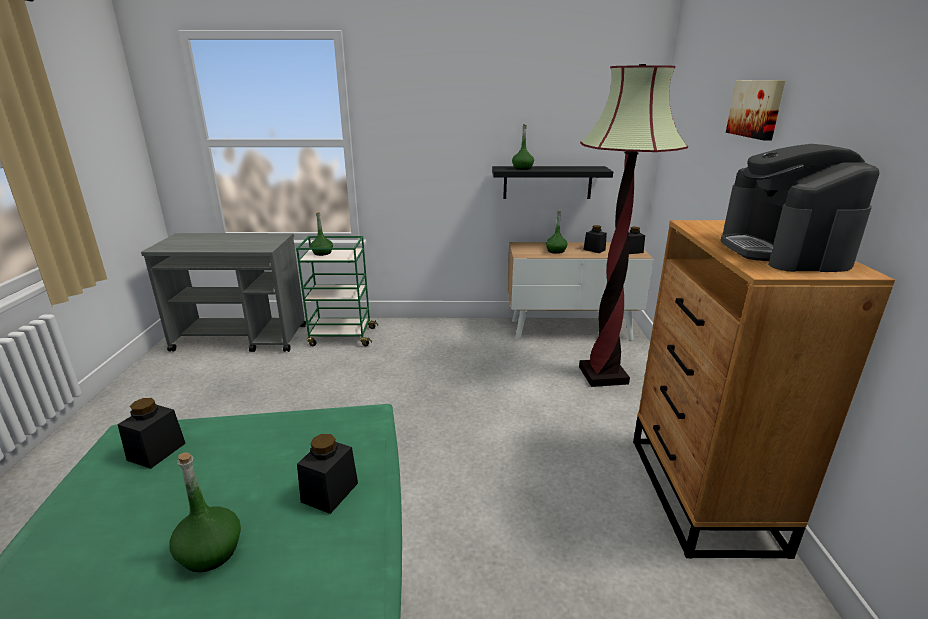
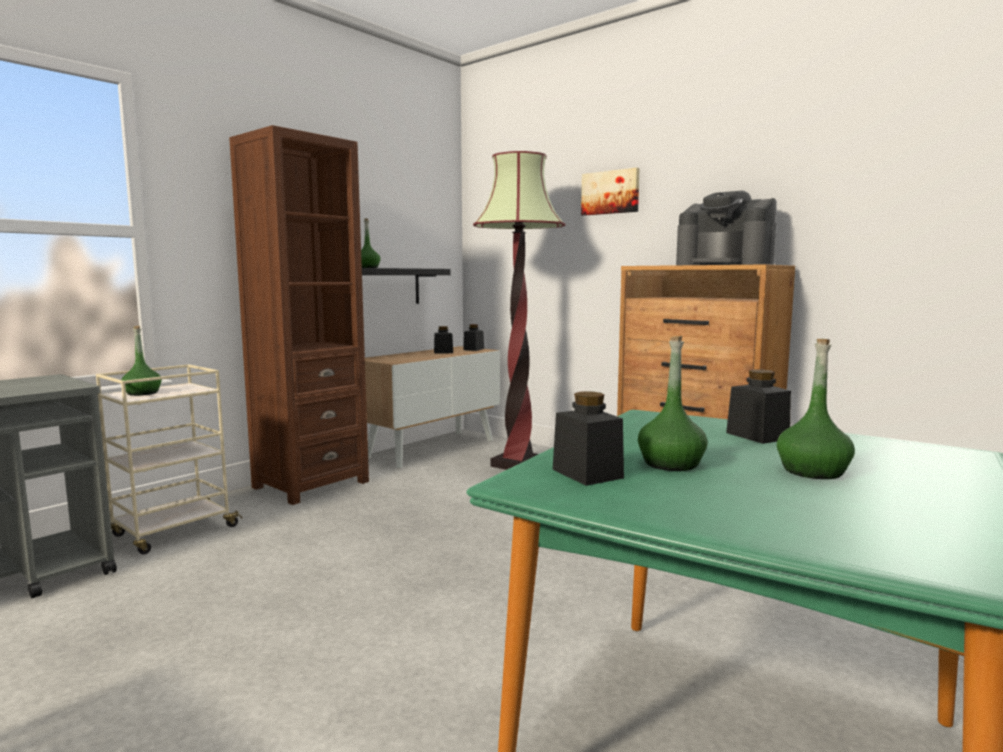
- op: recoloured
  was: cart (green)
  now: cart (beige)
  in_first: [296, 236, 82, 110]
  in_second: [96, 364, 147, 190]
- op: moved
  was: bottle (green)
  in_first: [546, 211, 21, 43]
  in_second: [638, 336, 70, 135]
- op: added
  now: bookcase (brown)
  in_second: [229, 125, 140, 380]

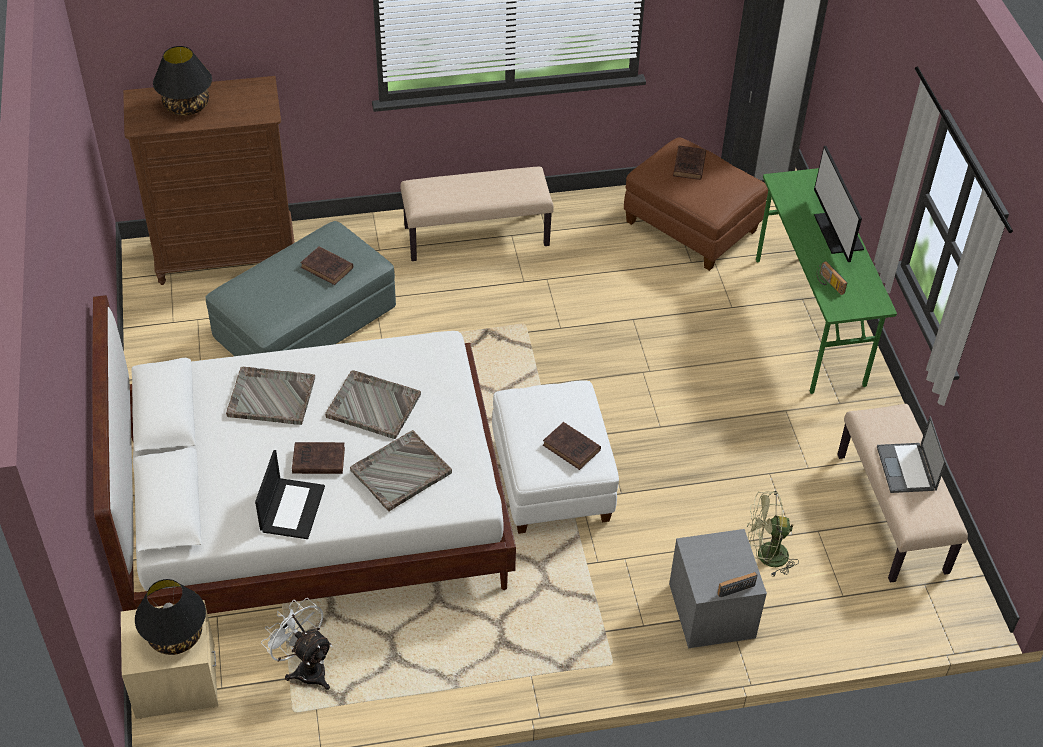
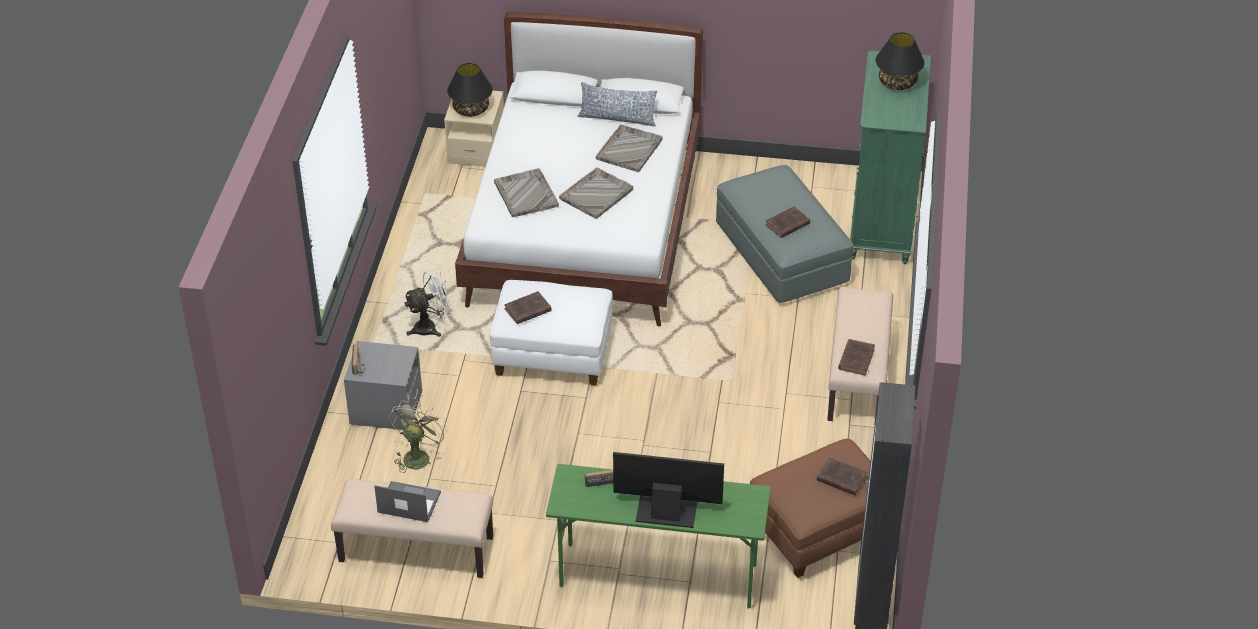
- op: recoloured
  was: dresser (brown)
  now: dresser (green)
  in_first: [123, 76, 172, 209]
  in_second: [850, 51, 81, 213]
- op: removed
  was: laptop
  in_first: [255, 450, 70, 89]
- op: moved
  was: fan (white)
  in_first: [261, 598, 71, 92]
  in_second: [404, 269, 49, 68]
- op: moved
  was: book (brown)
  in_first: [292, 442, 53, 32]
  in_second: [838, 339, 37, 36]
- op: added
  now: pillow
  in_second: [577, 82, 80, 44]

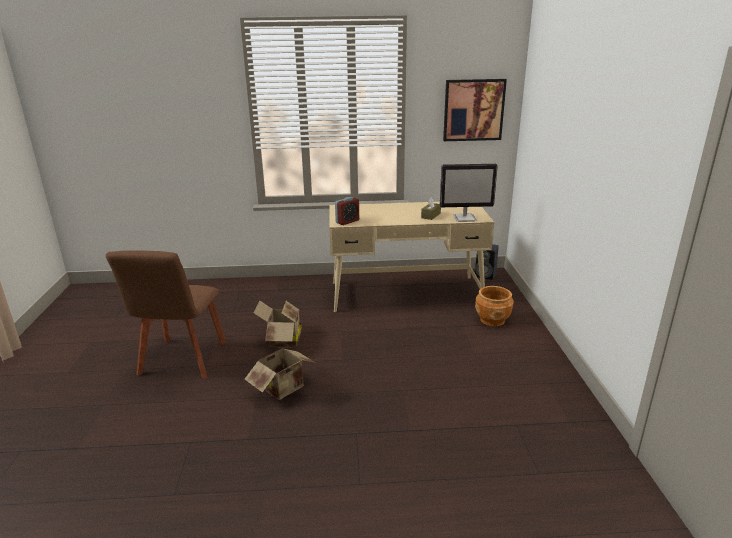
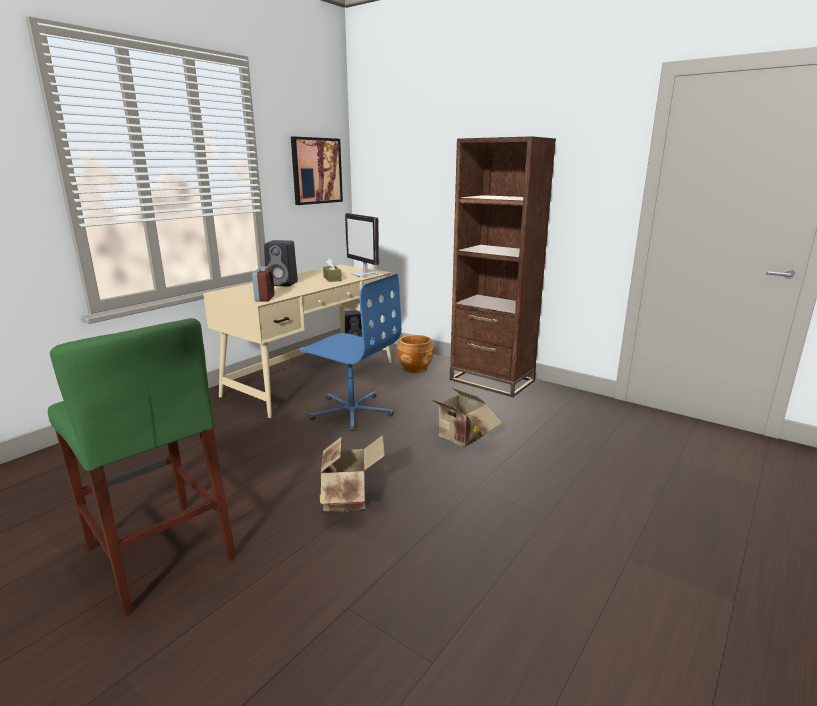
- op: replaced
  was: chair (brown)
  now: stool (green)
  in_first: [106, 250, 120, 129]
  in_second: [48, 318, 188, 298]
- op: moved
  was: cardboard box
  in_first: [254, 300, 48, 48]
  in_second: [429, 388, 73, 59]
- op: turned
  was: monitor
  in_first: [440, 164, 58, 58]
  in_second: [345, 213, 34, 64]
  clockwise: 105
- op: added
  now: speaker (black)
  in_second: [264, 240, 34, 46]
- op: added
  now: office chair (blue)
  in_second: [299, 274, 102, 158]
- op: added
  now: bookcase (brown)
  in_second: [450, 136, 106, 261]

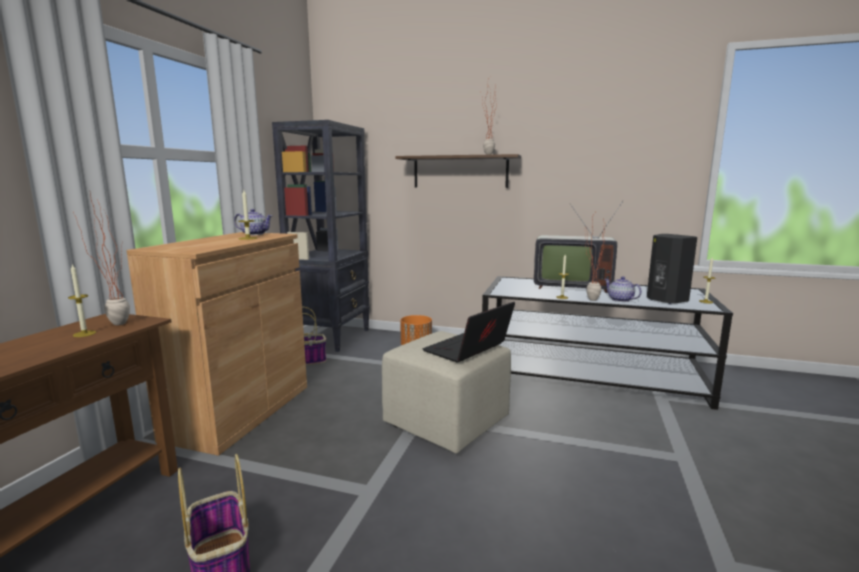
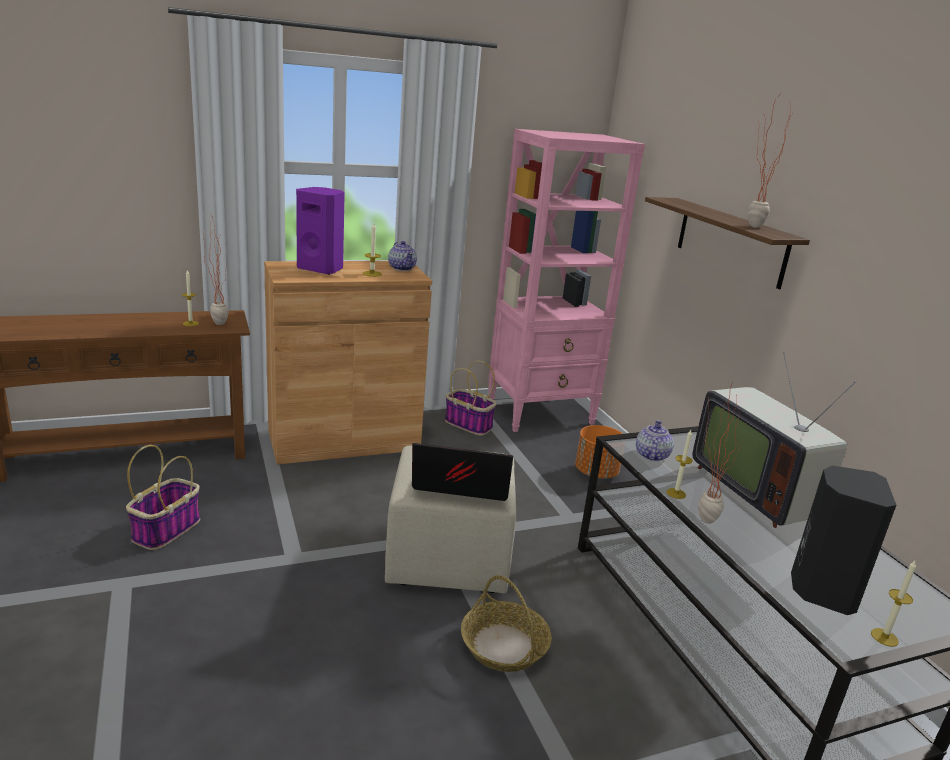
- op: recoloured
  was: bookcase (black)
  now: bookcase (pink)
  in_first: [272, 120, 98, 232]
  in_second: [488, 129, 157, 303]
- op: moved
  was: teapot
  in_first: [604, 276, 38, 26]
  in_second: [636, 420, 38, 41]
- op: added
  now: speaker (purple)
  in_second: [296, 187, 49, 88]
- op: added
  now: basket
  in_second: [461, 575, 91, 97]

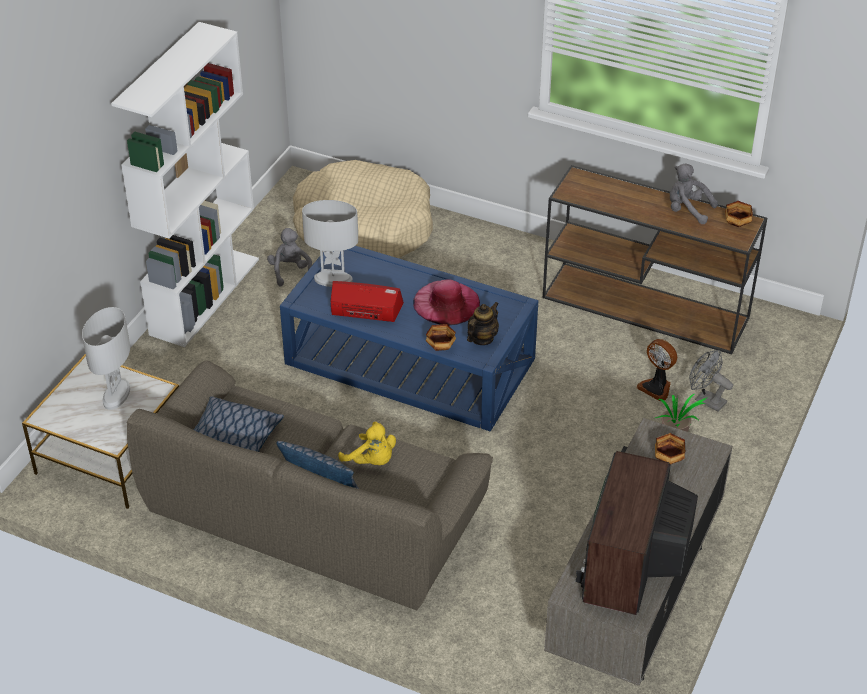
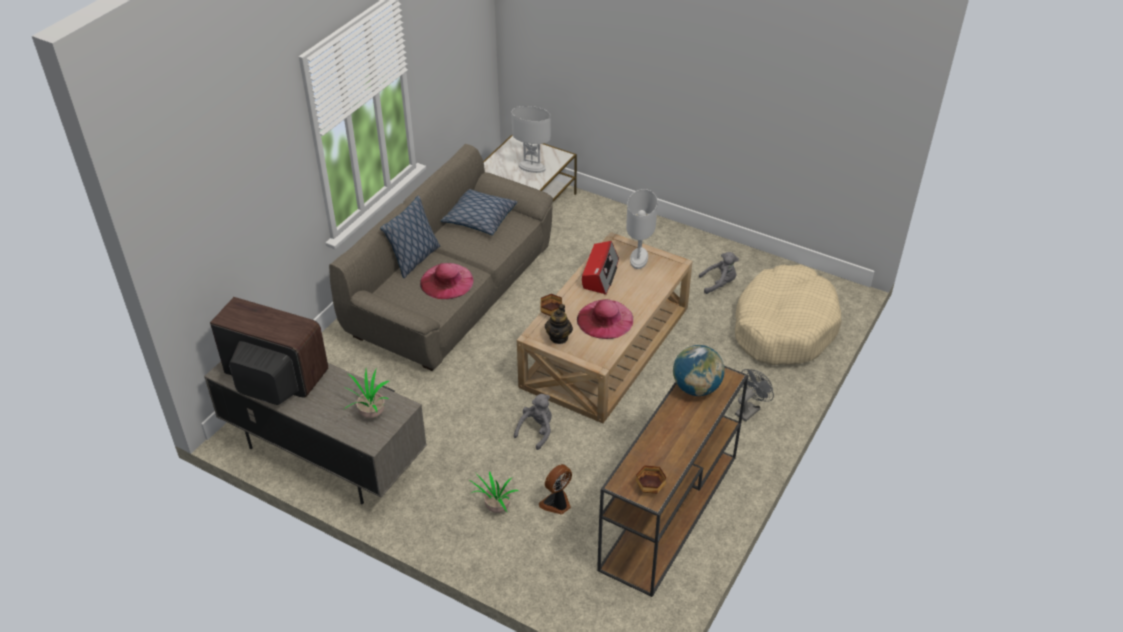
- op: removed
  was: bookcase (white)
  in_first: [111, 22, 148, 325]
- op: recoloured
  was: coffee table (blue)
  now: coffee table (beige)
  in_first: [280, 246, 258, 185]
  in_second: [517, 232, 175, 191]
- op: replaced
  was: plush toy (yellow)
  now: hat (pink)
  in_first: [338, 422, 58, 43]
  in_second: [420, 263, 54, 36]
- op: turned
  was: teapot
  in_first: [467, 302, 32, 43]
  in_second: [545, 304, 28, 40]
  clockwise: 60
- op: replaced
  was: bowl
  now: potted plant
  in_first: [655, 433, 30, 32]
  in_second: [343, 370, 47, 49]
- op: moved
  was: plush toy (grey)
  in_first: [670, 163, 48, 61]
  in_second: [514, 394, 38, 56]
- op: moved
  was: fan (grey)
  in_first: [689, 350, 44, 62]
  in_second: [735, 369, 39, 53]
- op: added
  now: globe
  in_second: [673, 345, 51, 51]

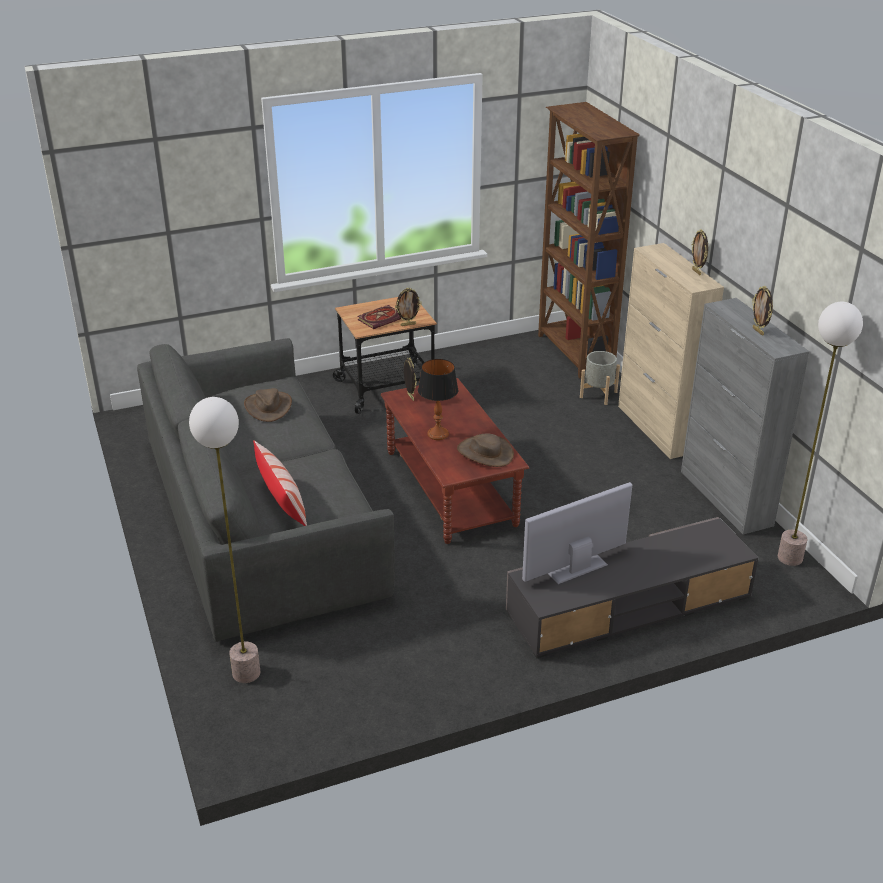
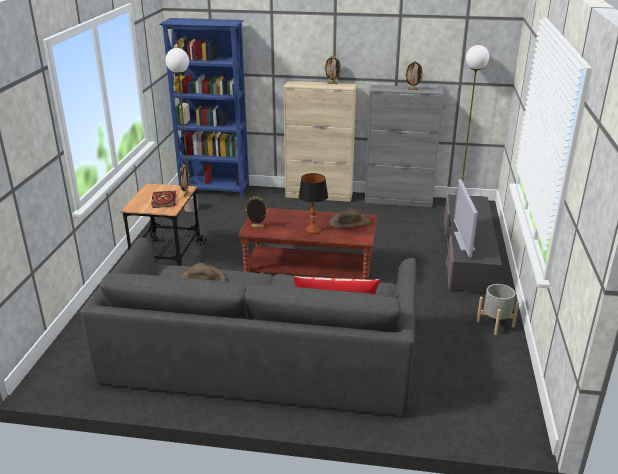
- op: moved
  was: floor lamp
  in_first: [189, 397, 71, 286]
  in_second: [166, 48, 32, 164]
- op: recoloured
  was: bookcase (brown)
  now: bookcase (blue)
  in_first: [538, 102, 102, 276]
  in_second: [159, 18, 90, 180]
- op: moved
  was: planter (grey)
  in_first: [580, 351, 40, 54]
  in_second: [476, 284, 43, 51]

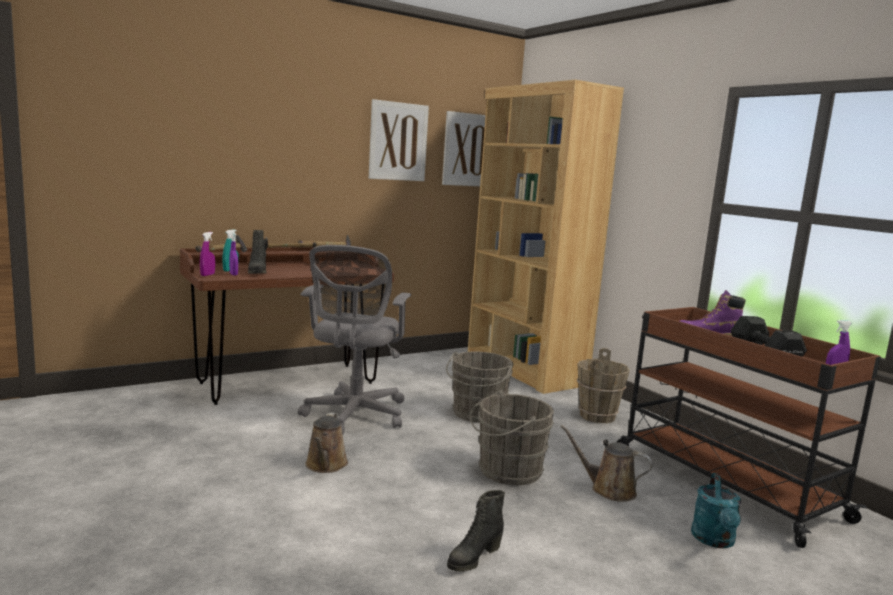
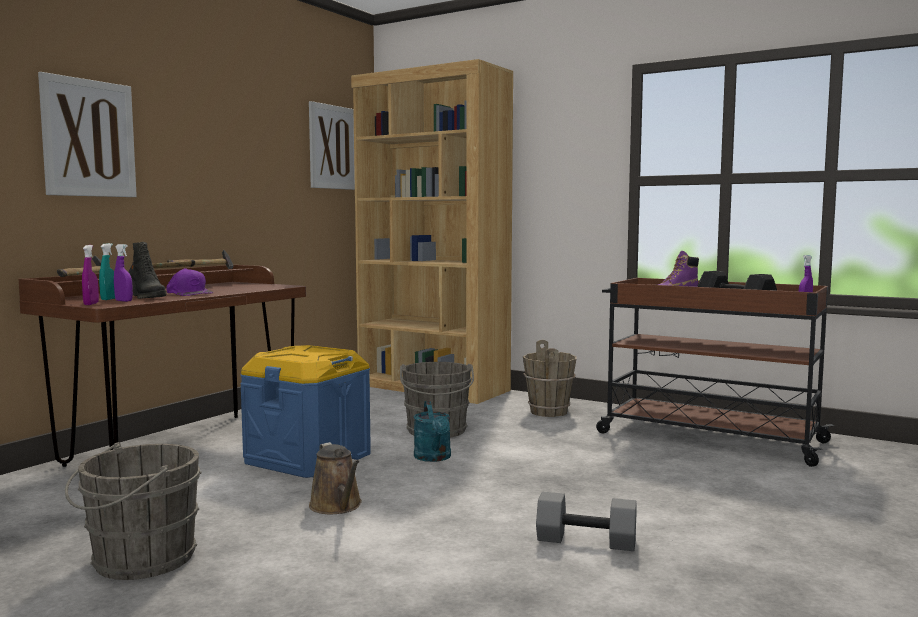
- op: replaced
  was: office chair (grey)
  now: storage box (blue)
  in_first: [298, 245, 113, 189]
  in_second: [241, 345, 130, 133]
- op: moved
  was: picture
  in_first: [369, 99, 60, 82]
  in_second: [38, 72, 99, 125]
- op: replaced
  was: boot (black)
  now: dumbbell (grey)
  in_first: [447, 490, 58, 82]
  in_second: [536, 492, 101, 59]
- op: moved
  was: bucket (grey)
  in_first: [470, 390, 84, 95]
  in_second: [65, 442, 137, 138]
- op: removed
  was: watering can (brown)
  in_first: [560, 424, 93, 78]
- op: moved
  was: watering can (turquoise)
  in_first: [691, 473, 50, 75]
  in_second: [414, 401, 37, 61]
- op: added
  now: cap (purple)
  in_second: [166, 268, 48, 28]

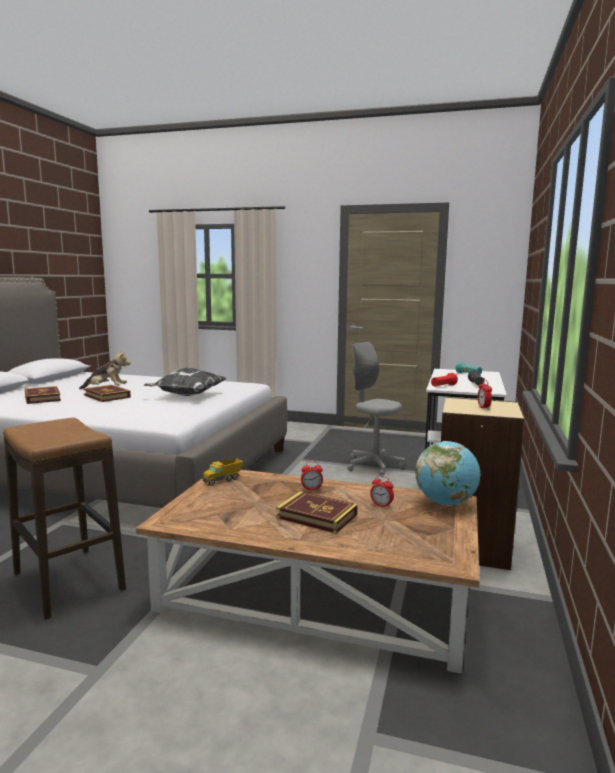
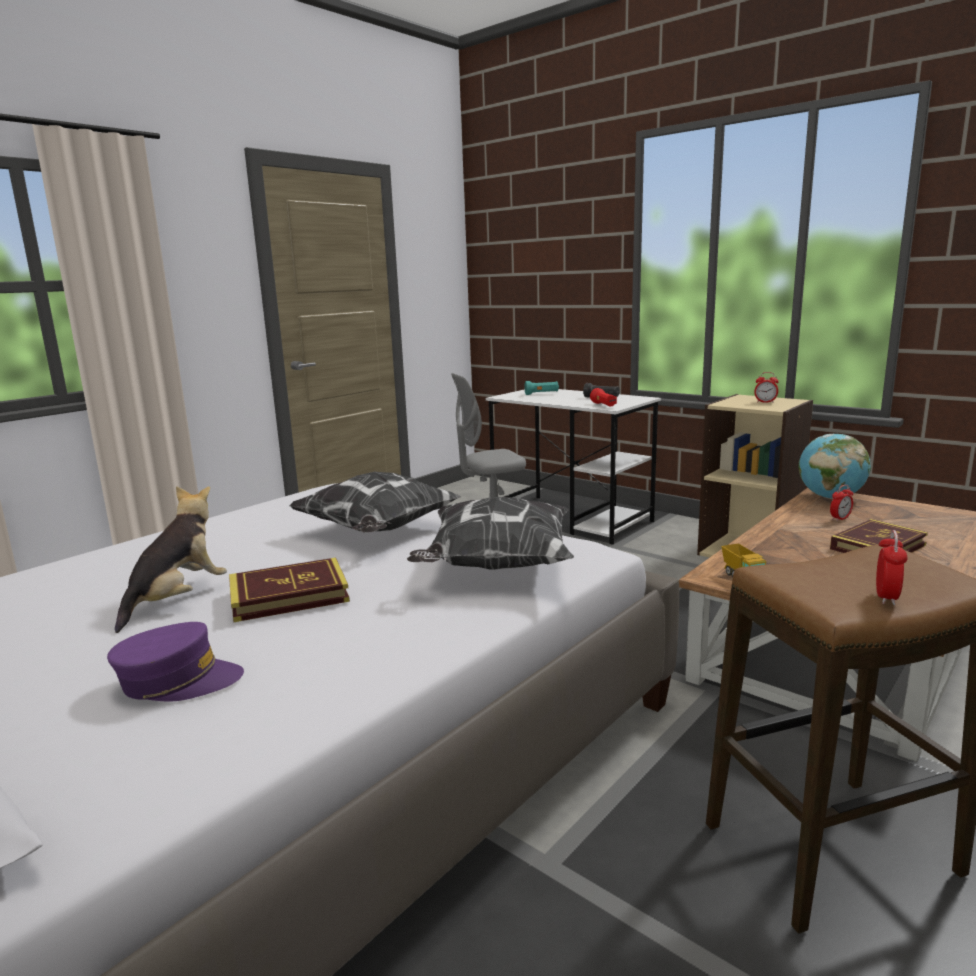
- op: replaced
  was: book
  now: cap (purple)
  in_first: [25, 386, 36, 18]
  in_second: [107, 622, 137, 80]
- op: moved
  was: alarm clock
  in_first: [301, 461, 22, 29]
  in_second: [876, 530, 31, 75]
- op: added
  now: pillow
  in_second: [407, 497, 167, 73]

